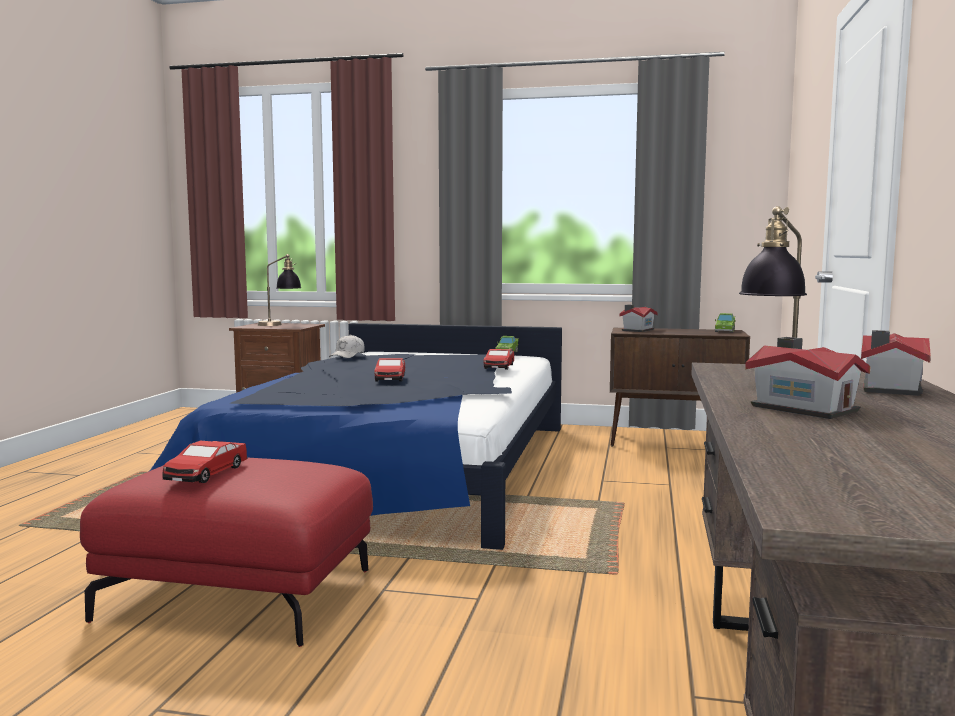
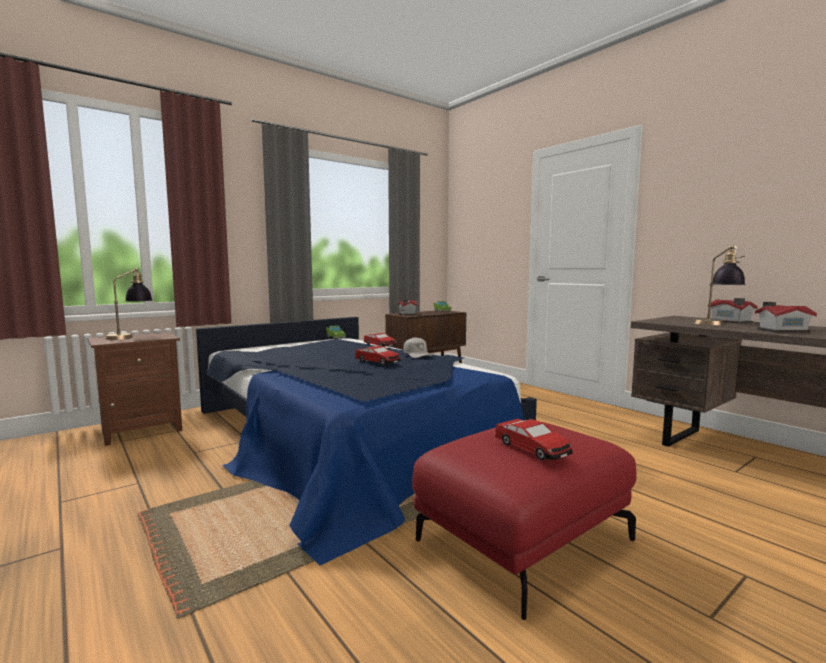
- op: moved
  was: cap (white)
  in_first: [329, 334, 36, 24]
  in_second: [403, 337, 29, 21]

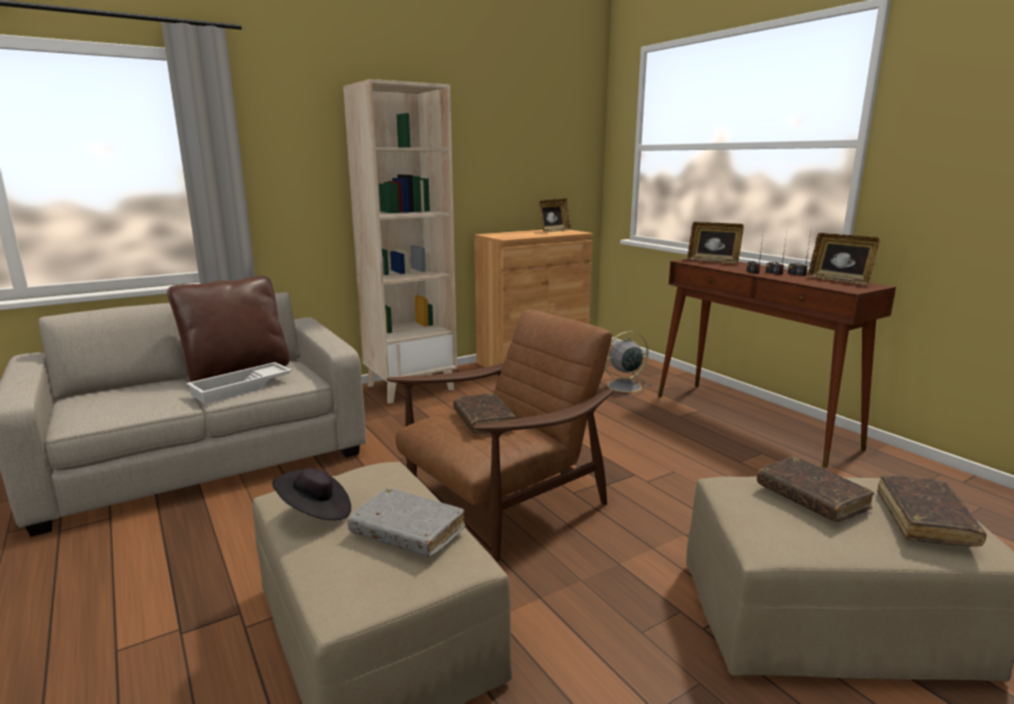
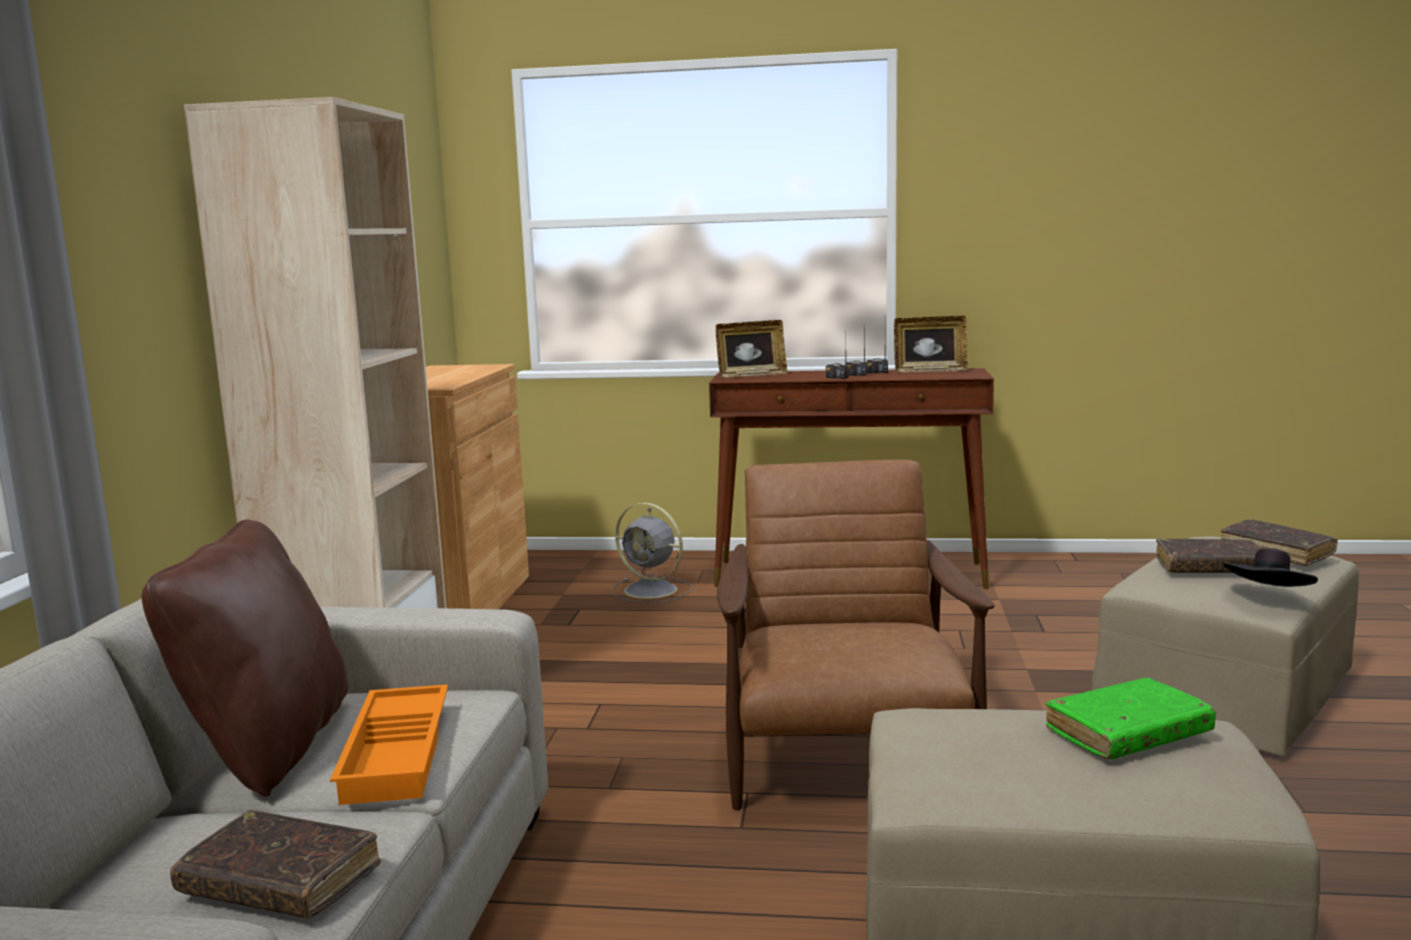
- op: recoloured
  was: tray (white)
  now: tray (orange)
  in_first: [186, 362, 106, 42]
  in_second: [330, 684, 118, 121]
- op: moved
  was: hat (black)
  in_first: [272, 468, 79, 52]
  in_second: [1223, 548, 95, 39]
- op: recoloured
  was: book (grey)
  now: book (green)
  in_first: [348, 488, 117, 69]
  in_second: [1046, 678, 170, 81]
- op: moved
  was: book (brown)
  in_first: [453, 393, 63, 40]
  in_second: [170, 810, 211, 109]
- op: removed
  was: picture frame
  in_first: [539, 199, 32, 34]
- op: turned
  was: fan (grey)
  in_first: [599, 331, 53, 65]
  in_second: [611, 503, 82, 100]
  clockwise: -75

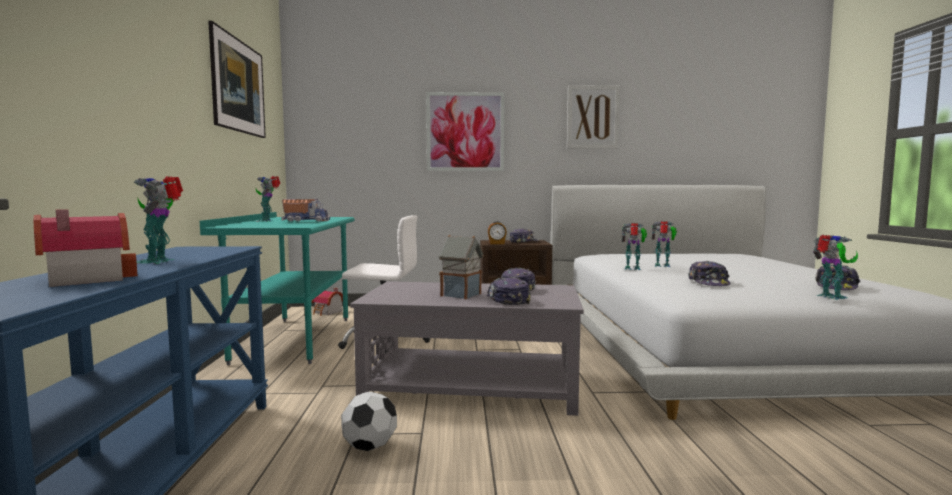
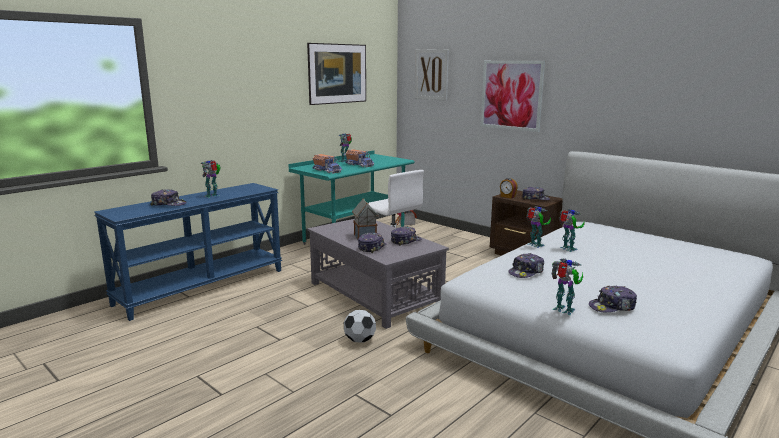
- op: replaced
  was: toy house
  now: cap
  in_first: [33, 209, 105, 78]
  in_second: [150, 189, 37, 17]
- op: moved
  was: football
  in_first: [341, 392, 56, 59]
  in_second: [344, 310, 32, 32]
- op: moved
  was: picture
  in_first: [567, 85, 53, 64]
  in_second: [415, 49, 34, 52]
- op: turned
  was: toy robot
  in_first: [813, 235, 45, 65]
  in_second: [551, 258, 32, 57]
  clockwise: -75
- op: added
  now: toy truck
  in_second: [312, 154, 30, 20]

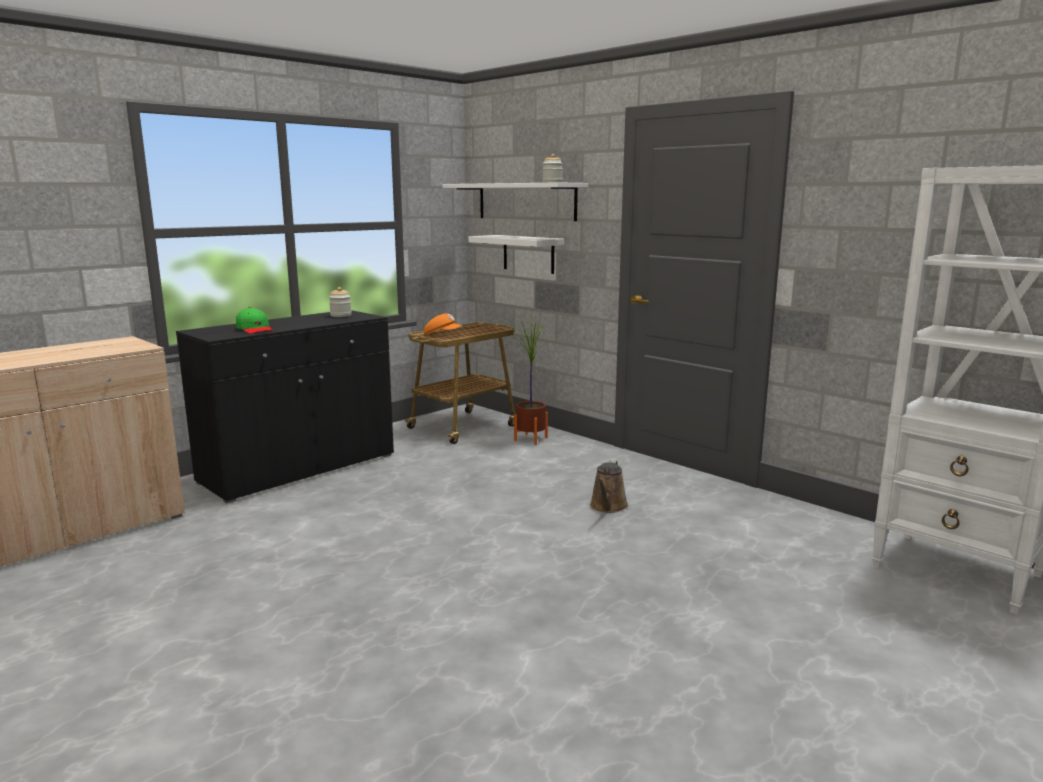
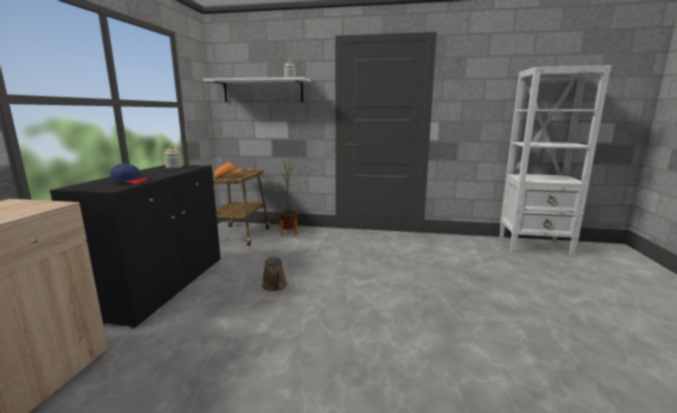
- op: recoloured
  was: cap (green)
  now: cap (blue)
  in_first: [236, 307, 37, 27]
  in_second: [110, 163, 41, 21]
- op: removed
  was: shelf (white)
  in_first: [468, 235, 96, 39]
- op: moved
  was: watering can (brown)
  in_first: [590, 460, 38, 53]
  in_second: [262, 255, 26, 36]

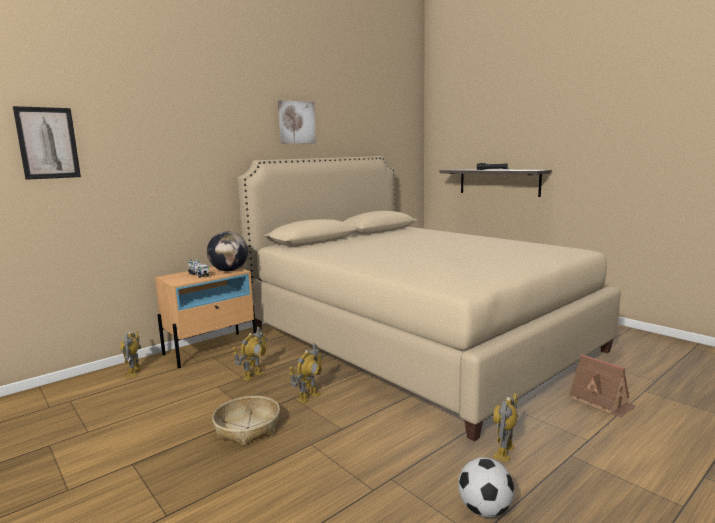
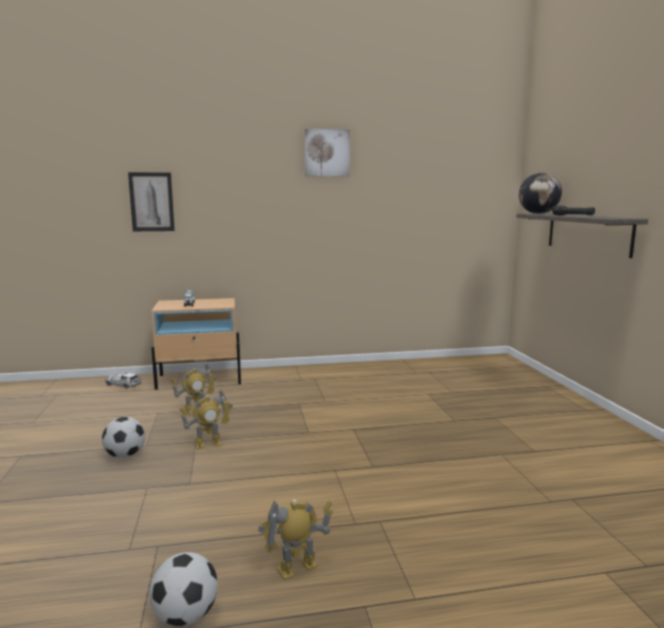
- op: moved
  was: picture
  in_first: [13, 106, 68, 74]
  in_second: [128, 172, 47, 59]
- op: replaced
  was: toy robot
  now: toy car
  in_first: [120, 331, 21, 46]
  in_second: [105, 373, 36, 16]
- op: moved
  was: globe
  in_first: [207, 232, 41, 39]
  in_second: [519, 173, 43, 41]
- op: replaced
  was: basket
  now: football
  in_first: [212, 396, 68, 50]
  in_second: [102, 417, 43, 41]
- op: removed
  was: bed (beige)
  in_first: [237, 156, 384, 285]
- op: removed
  was: toy house
  in_first: [569, 354, 67, 64]

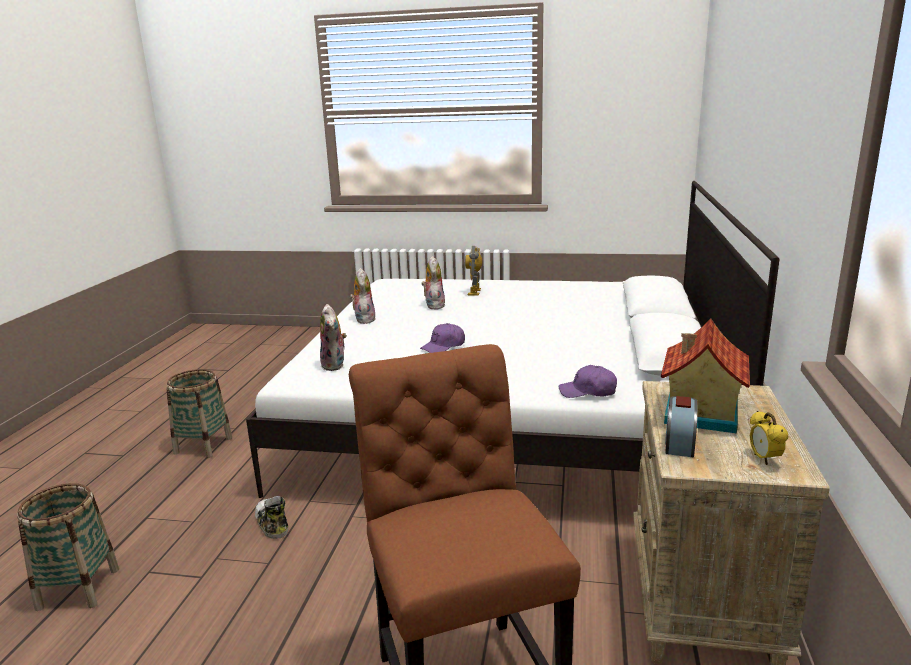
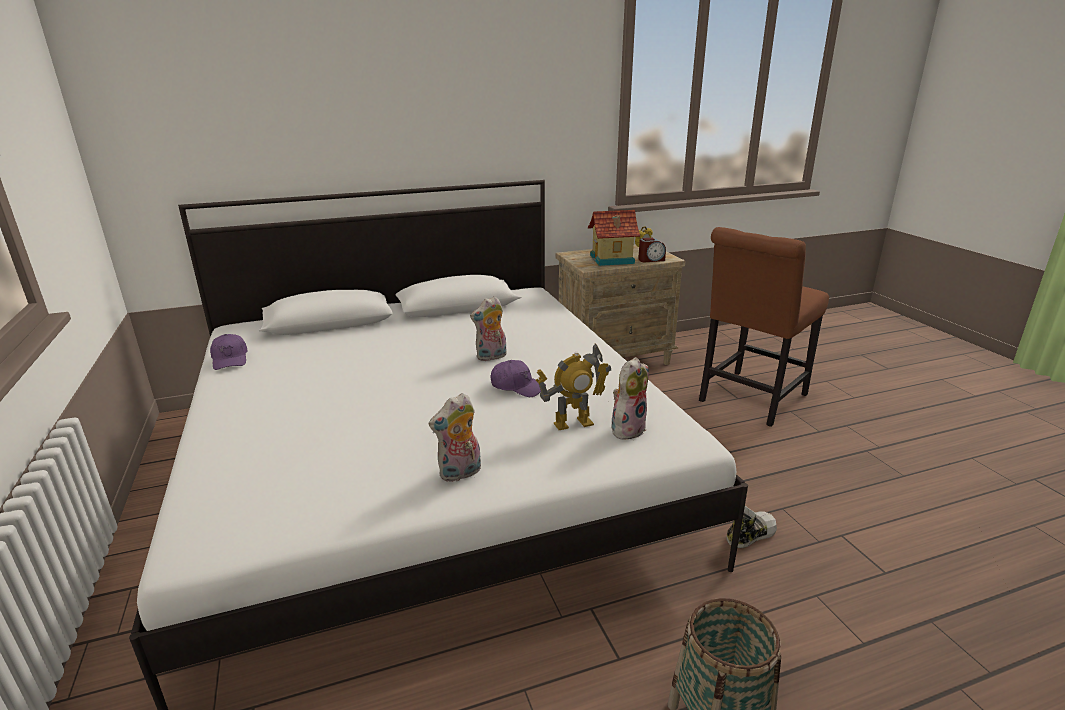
- op: removed
  was: basket
  in_first: [17, 483, 102, 128]
- op: turned
  was: shoe
  in_first: [255, 496, 33, 43]
  in_second: [727, 506, 50, 42]
  clockwise: -150
- op: moved
  was: plush toy
  in_first: [421, 256, 24, 53]
  in_second: [470, 296, 37, 65]
- op: moved
  was: toy robot
  in_first: [465, 246, 17, 50]
  in_second: [536, 344, 75, 86]
- op: moved
  was: cap (purple)
  in_first: [559, 365, 58, 33]
  in_second: [210, 334, 37, 36]

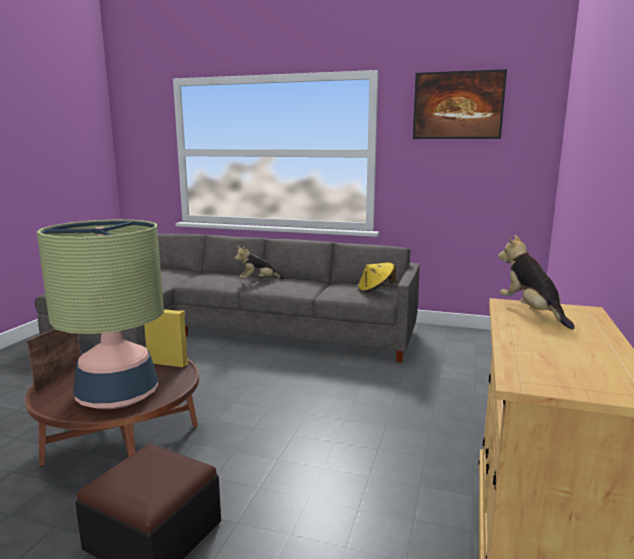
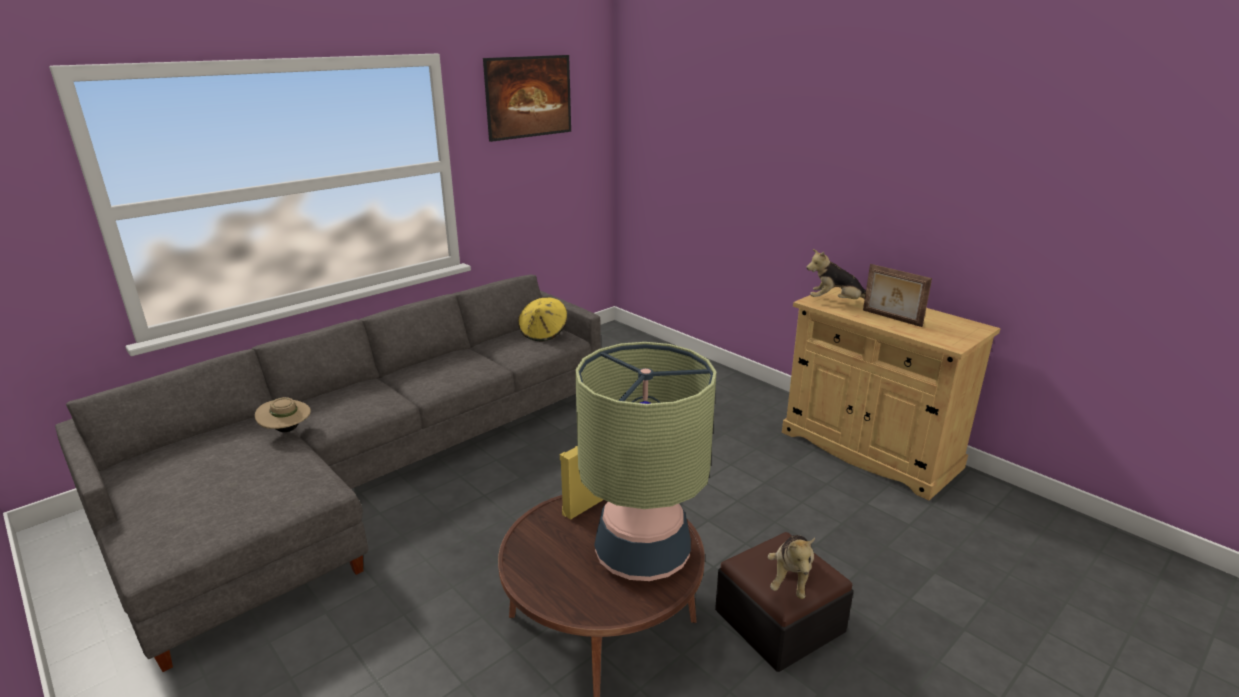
- op: moved
  was: picture frame
  in_first: [27, 329, 54, 63]
  in_second: [863, 264, 69, 63]
- op: moved
  was: plush toy
  in_first: [235, 246, 49, 33]
  in_second: [768, 535, 47, 64]
- op: added
  now: hat (beige)
  in_second: [255, 397, 56, 35]

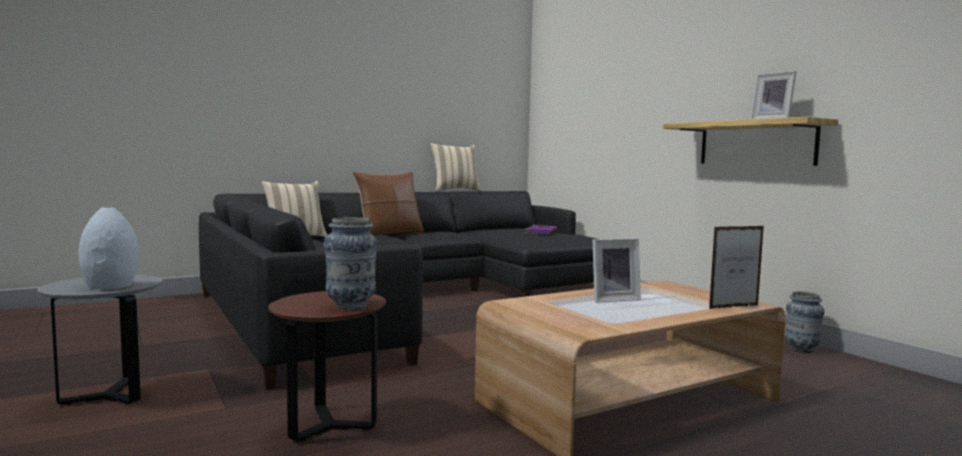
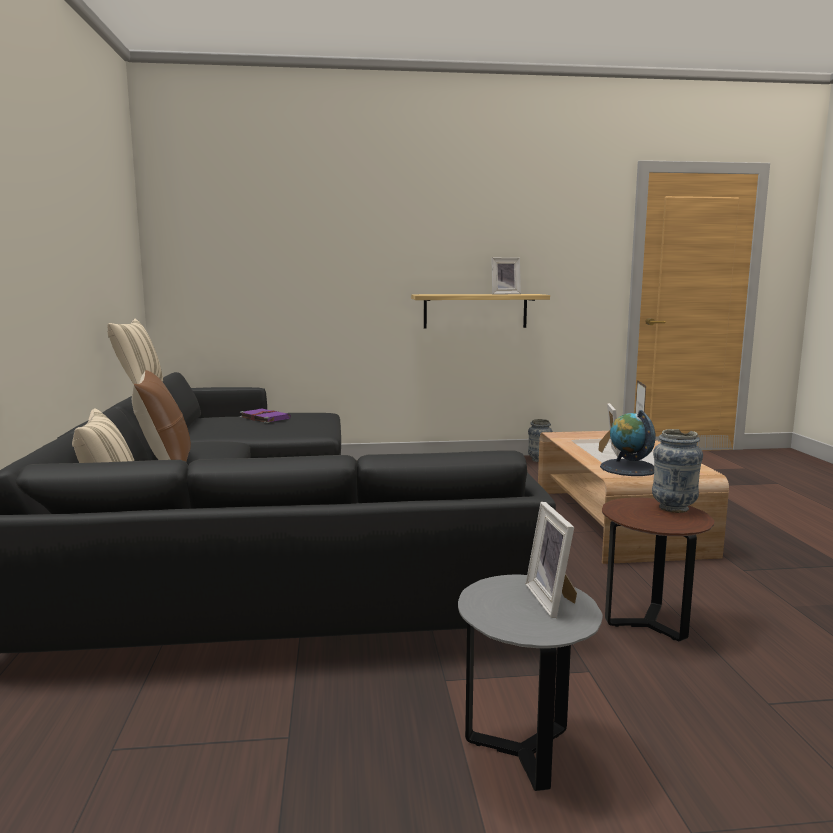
- op: replaced
  was: vase (grey)
  now: picture frame
  in_first: [79, 207, 60, 83]
  in_second: [525, 502, 52, 116]
- op: added
  now: globe
  in_second: [600, 410, 56, 66]

